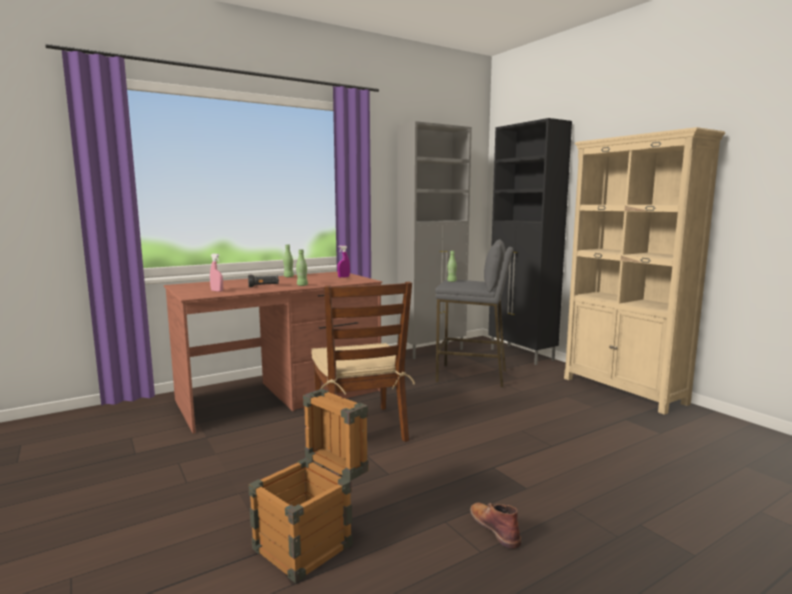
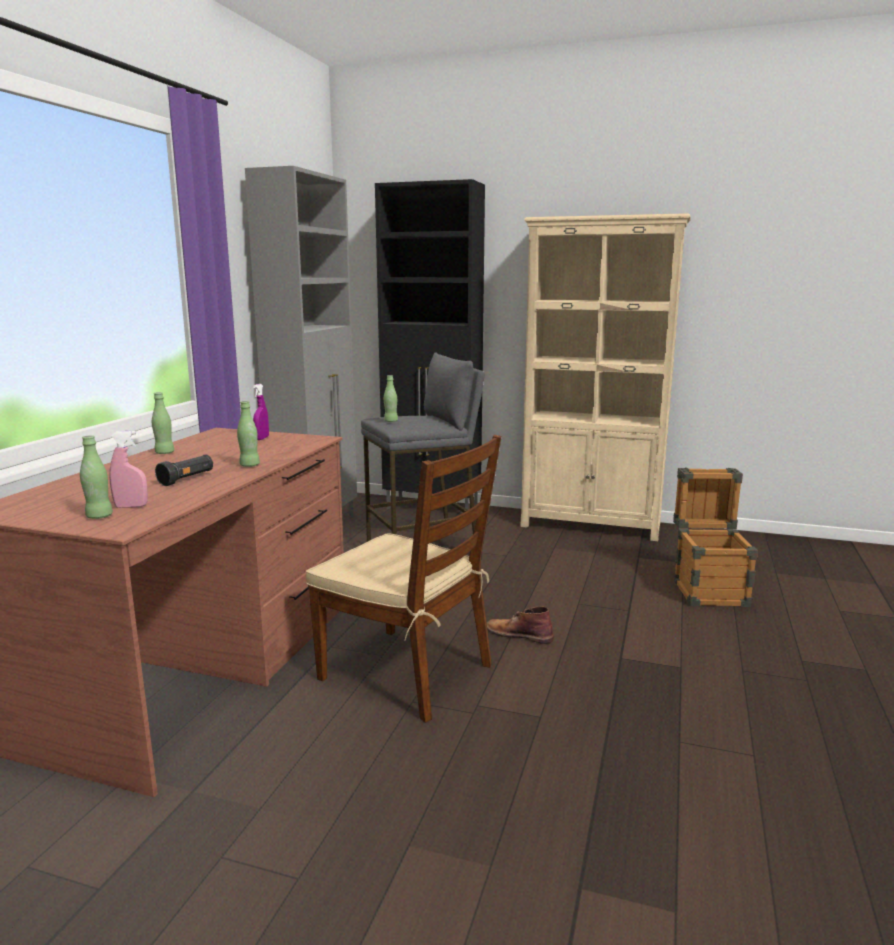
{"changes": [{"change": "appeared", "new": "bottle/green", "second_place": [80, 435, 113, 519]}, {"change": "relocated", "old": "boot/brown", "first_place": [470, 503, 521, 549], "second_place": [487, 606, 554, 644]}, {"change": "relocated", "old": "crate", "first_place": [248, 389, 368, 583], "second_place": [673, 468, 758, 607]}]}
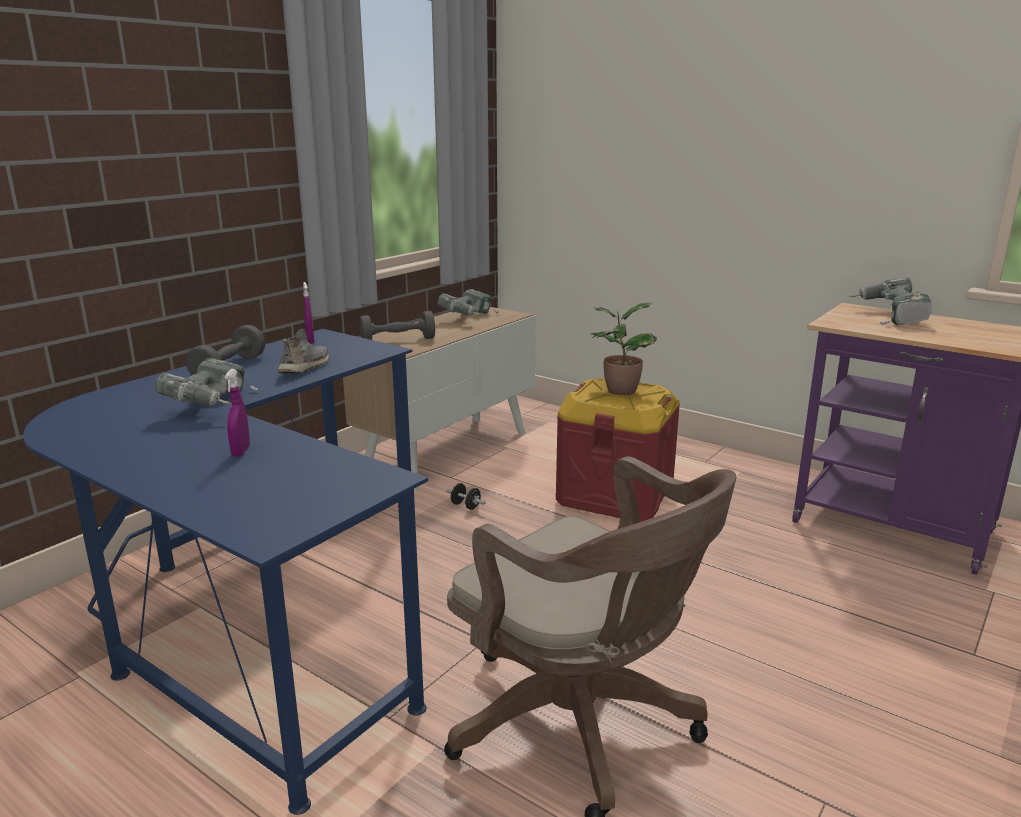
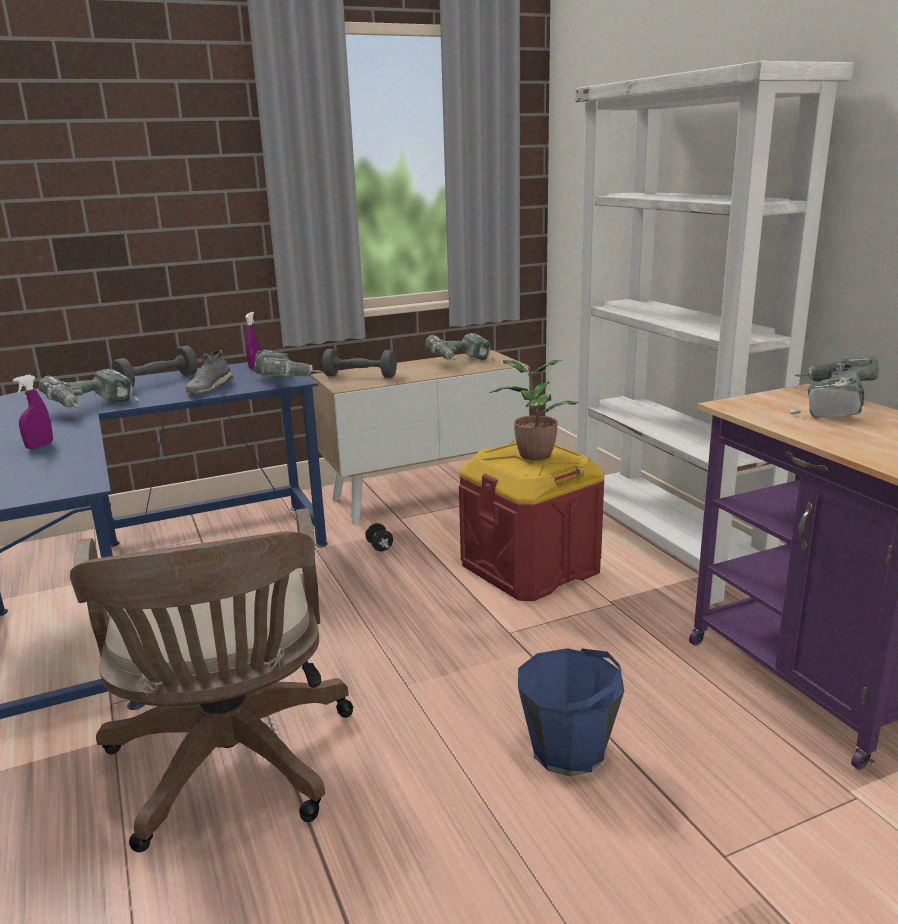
{"changes": [{"change": "spun", "old": "shoe/grey", "first_place": [277, 329, 330, 374], "second_place": [185, 350, 233, 393], "degrees": 150}, {"change": "appeared", "new": "power drill", "second_place": [254, 349, 323, 378]}, {"change": "appeared", "new": "bucket/blue", "second_place": [518, 648, 624, 776]}, {"change": "appeared", "new": "bookcase/white", "second_place": [576, 61, 854, 605]}]}
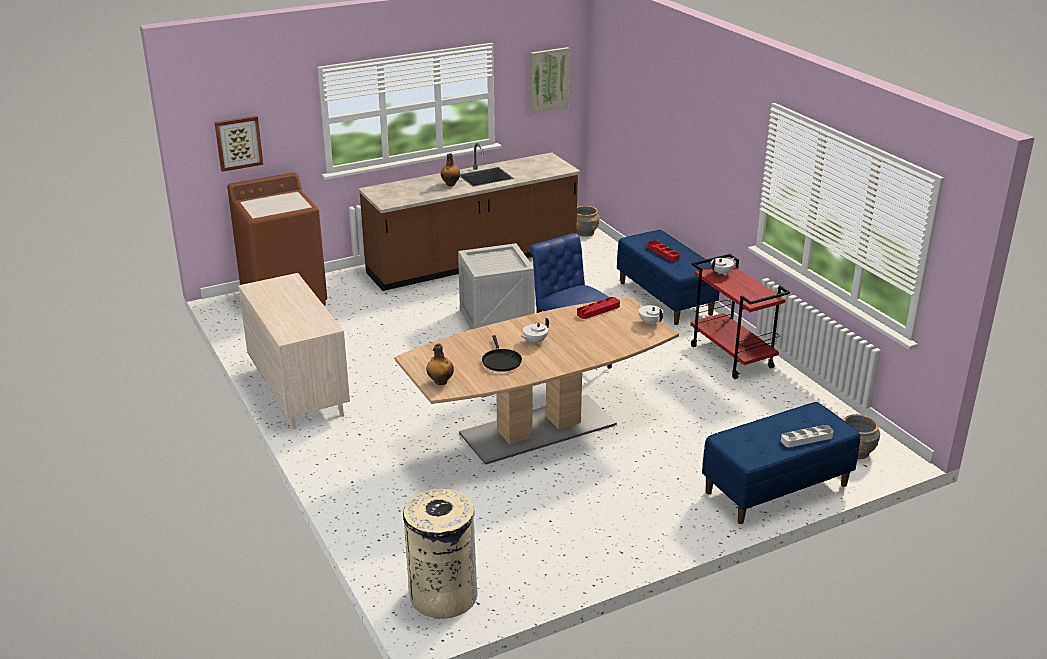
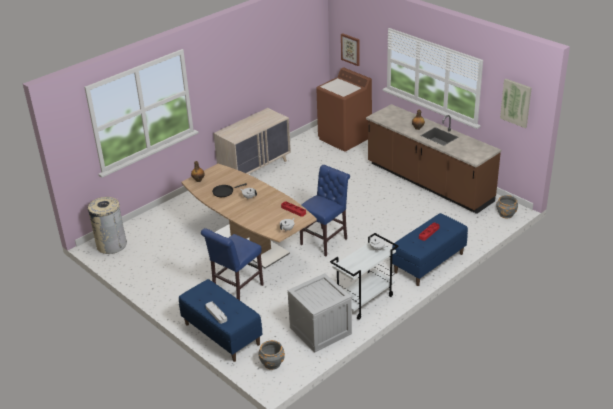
{"changes": [{"change": "appeared", "new": "chair/blue", "second_place": [201, 228, 264, 300]}, {"change": "relocated", "old": "crate", "first_place": [458, 243, 535, 329], "second_place": [288, 273, 352, 352]}, {"change": "colour", "old": "cart/red", "new": "cart/white", "first_place": [690, 254, 790, 379], "second_place": [330, 233, 399, 320]}]}
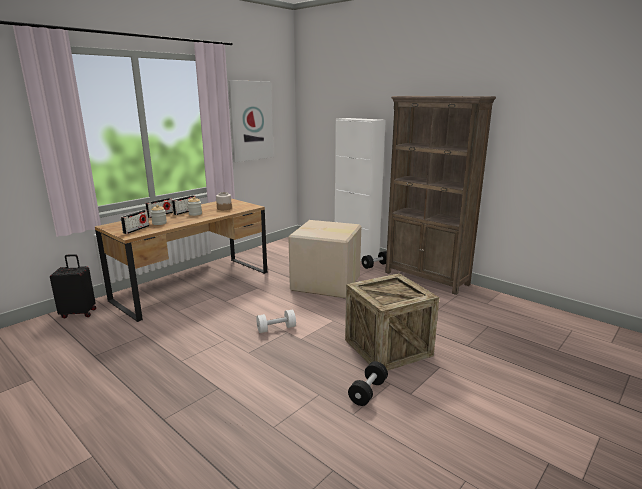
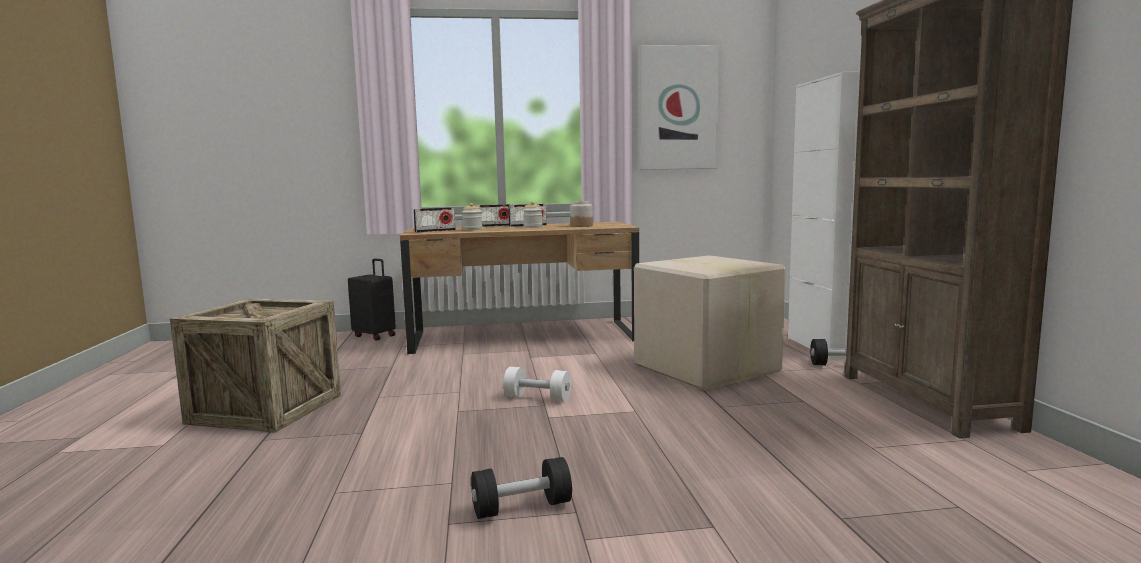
{"changes": [{"change": "relocated", "old": "crate", "first_place": [345, 273, 439, 371], "second_place": [170, 298, 341, 433]}]}
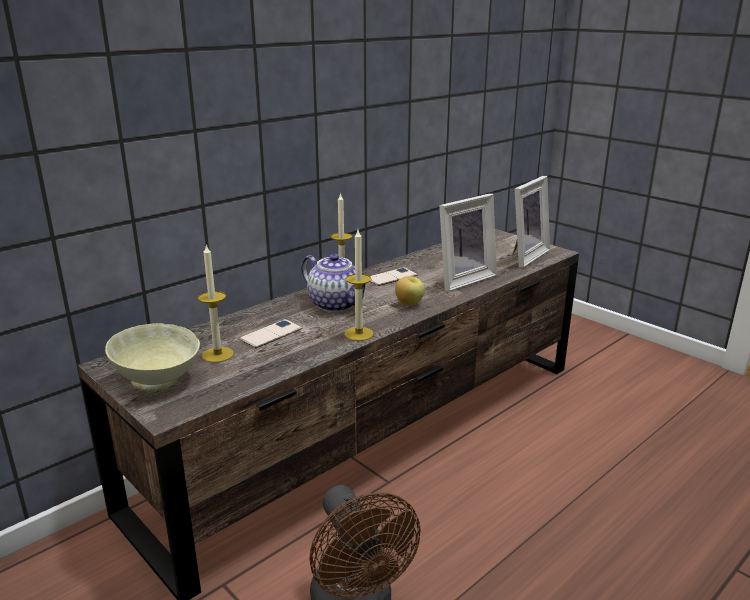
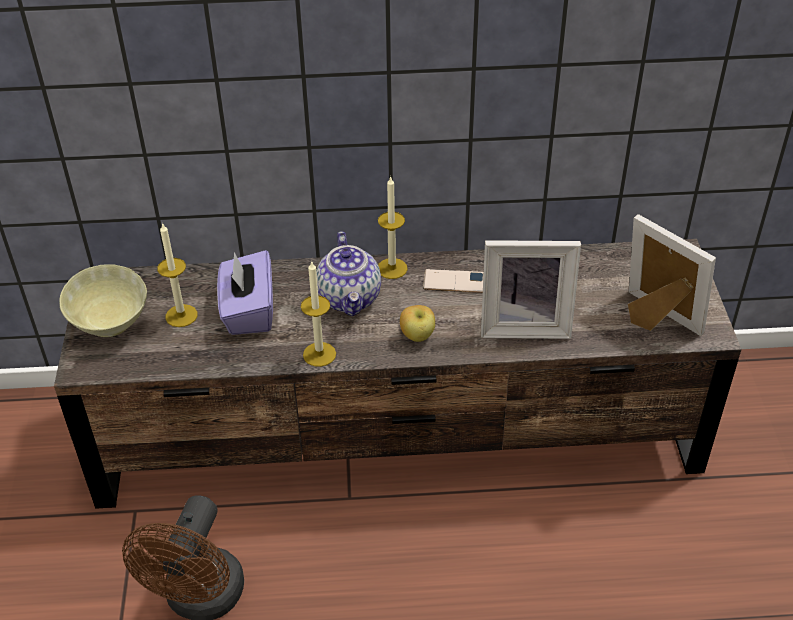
{"changes": [{"change": "exchanged", "old": "phone", "new": "tissue box/purple", "first_place": [239, 319, 302, 348], "second_place": [217, 250, 273, 335]}, {"change": "spun", "old": "picture frame", "first_place": [512, 176, 550, 268], "second_place": [628, 214, 716, 336], "degrees": -120}]}
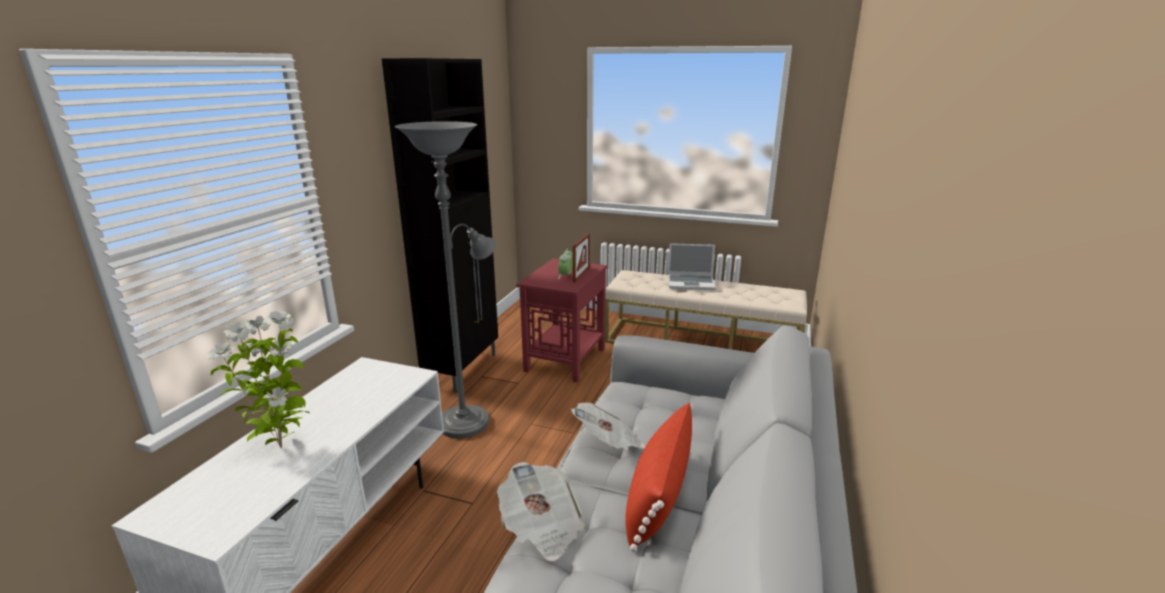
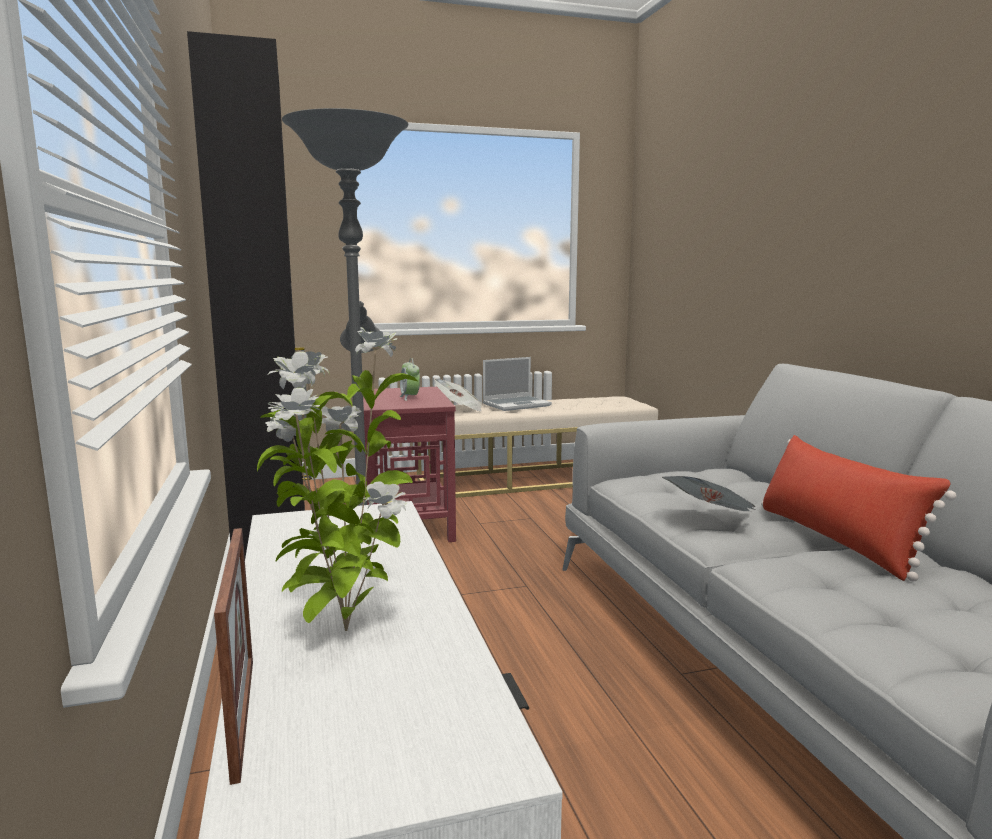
{"changes": [{"change": "relocated", "old": "picture frame", "first_place": [573, 233, 590, 283], "second_place": [214, 528, 253, 785]}, {"change": "relocated", "old": "newspaper", "first_place": [497, 462, 585, 561], "second_place": [434, 378, 482, 411]}]}
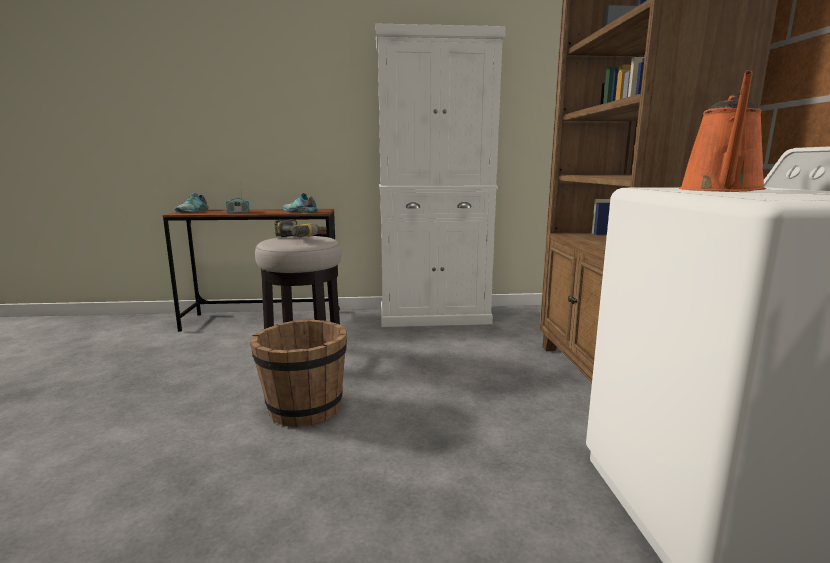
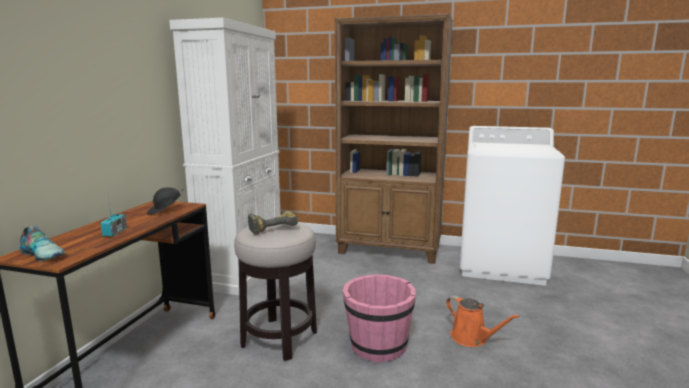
{"changes": [{"change": "exchanged", "old": "shoe", "new": "cap/black", "first_place": [283, 193, 318, 213], "second_place": [147, 187, 183, 215]}, {"change": "colour", "old": "bucket/brown", "new": "bucket/pink", "first_place": [250, 320, 347, 427], "second_place": [343, 274, 416, 362]}, {"change": "relocated", "old": "watering can/orange", "first_place": [679, 70, 766, 192], "second_place": [446, 295, 520, 347]}]}
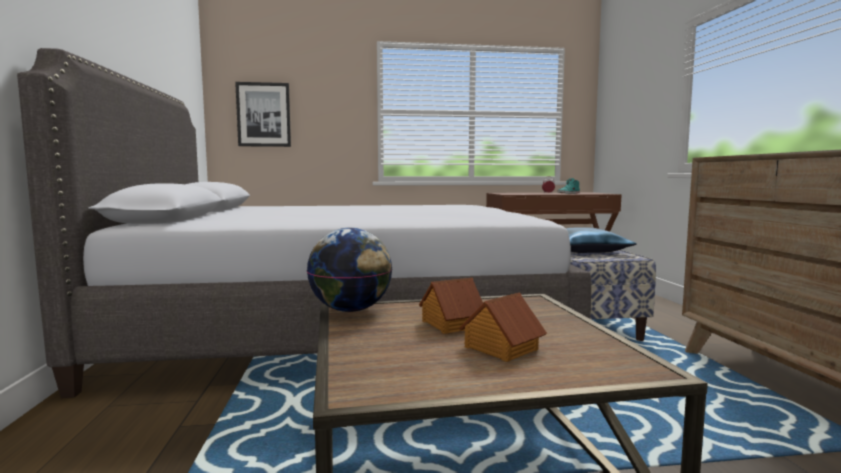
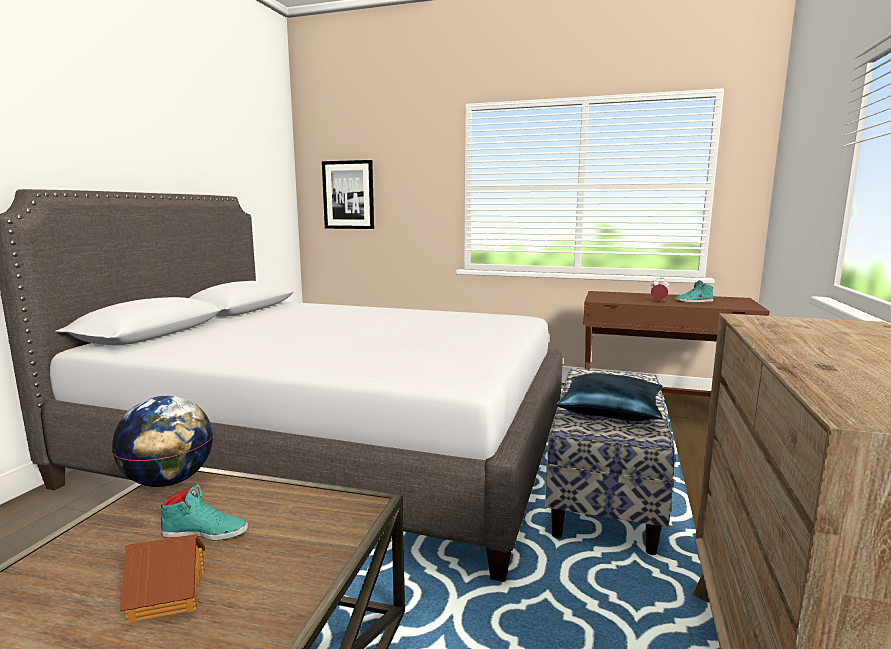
{"changes": [{"change": "exchanged", "old": "toy house", "new": "shoe/turquoise", "first_place": [419, 278, 483, 334], "second_place": [160, 484, 248, 541]}]}
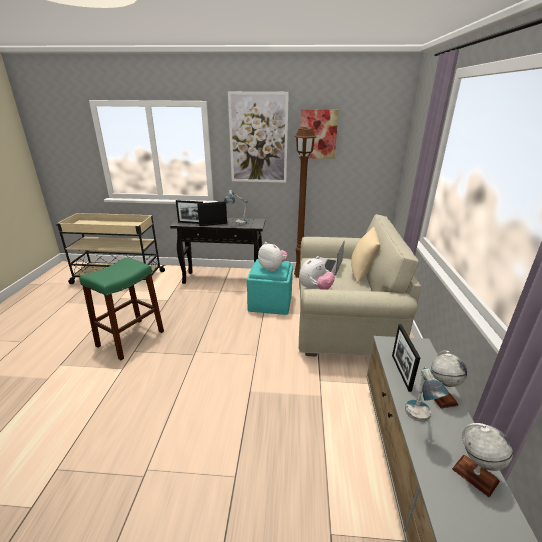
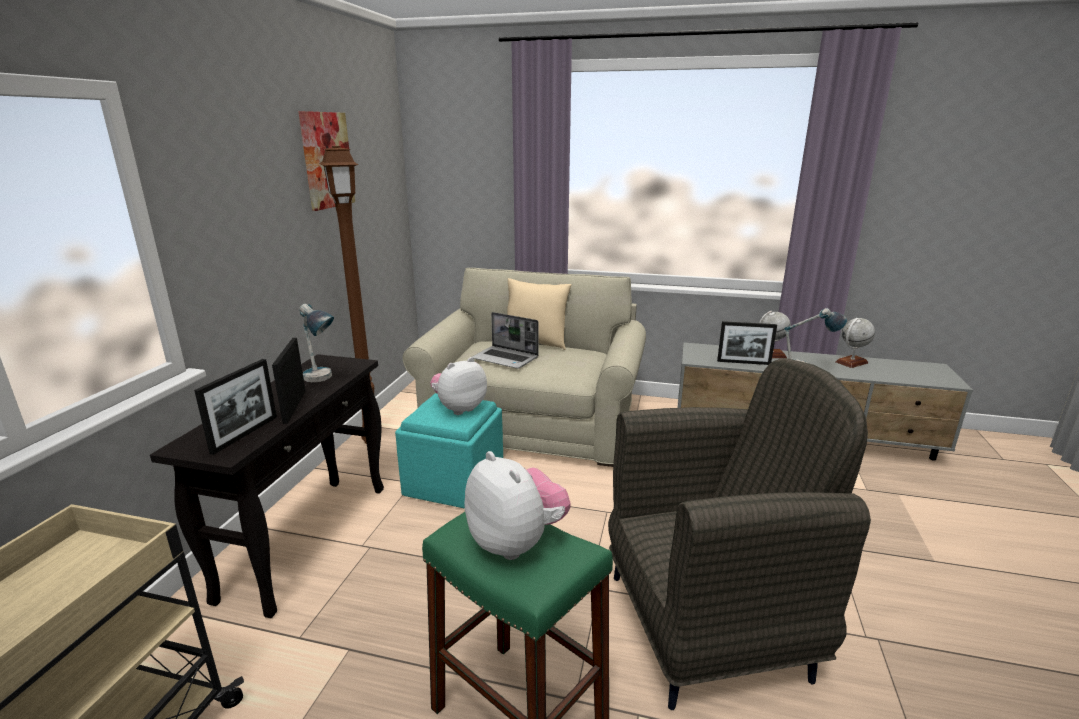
{"changes": [{"change": "relocated", "old": "plush toy", "first_place": [299, 256, 335, 289], "second_place": [464, 451, 571, 560]}, {"change": "appeared", "new": "armchair/grey", "second_place": [608, 358, 871, 710]}, {"change": "missing", "old": "picture", "first_place": [228, 91, 289, 183]}]}
